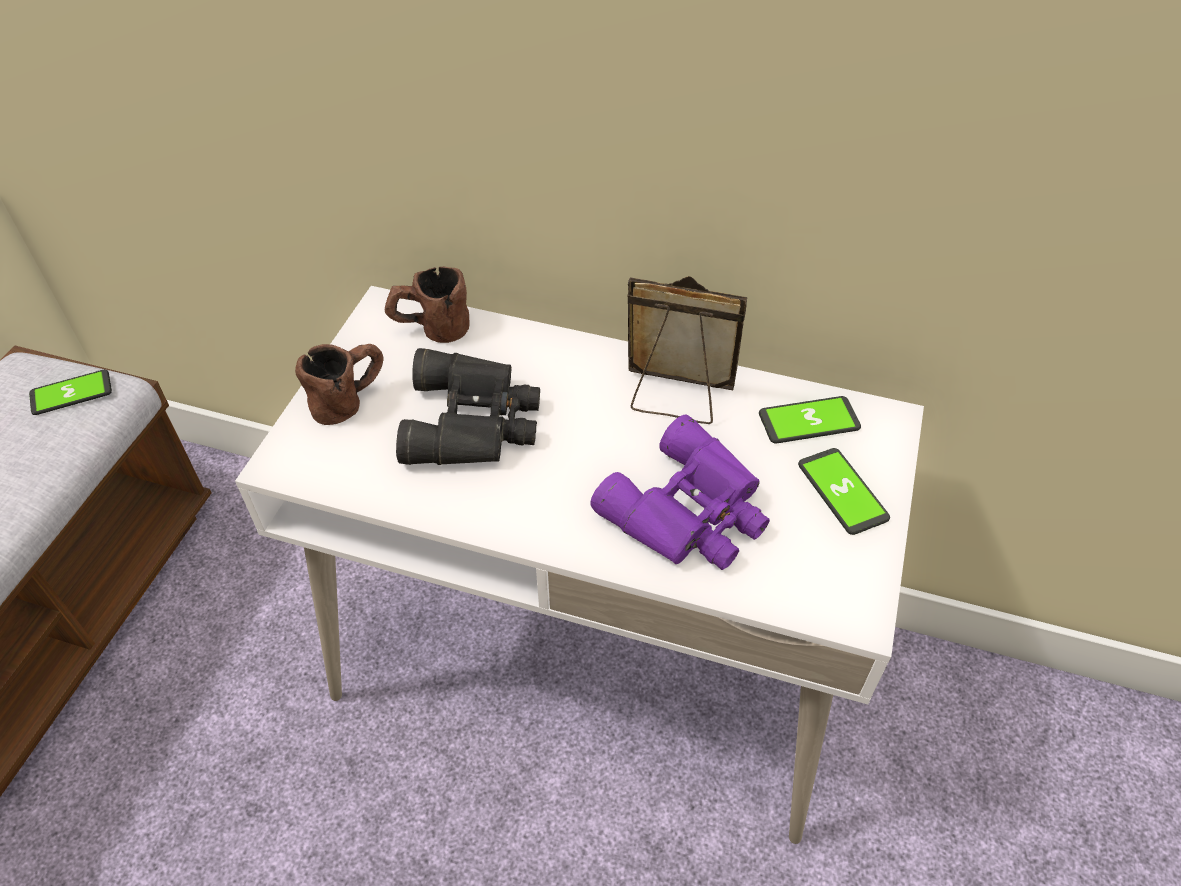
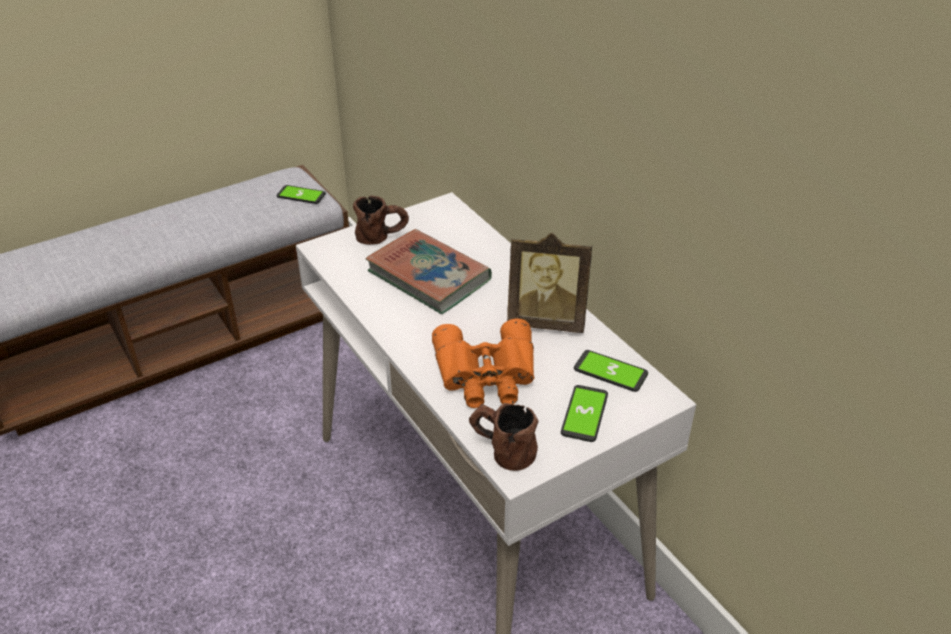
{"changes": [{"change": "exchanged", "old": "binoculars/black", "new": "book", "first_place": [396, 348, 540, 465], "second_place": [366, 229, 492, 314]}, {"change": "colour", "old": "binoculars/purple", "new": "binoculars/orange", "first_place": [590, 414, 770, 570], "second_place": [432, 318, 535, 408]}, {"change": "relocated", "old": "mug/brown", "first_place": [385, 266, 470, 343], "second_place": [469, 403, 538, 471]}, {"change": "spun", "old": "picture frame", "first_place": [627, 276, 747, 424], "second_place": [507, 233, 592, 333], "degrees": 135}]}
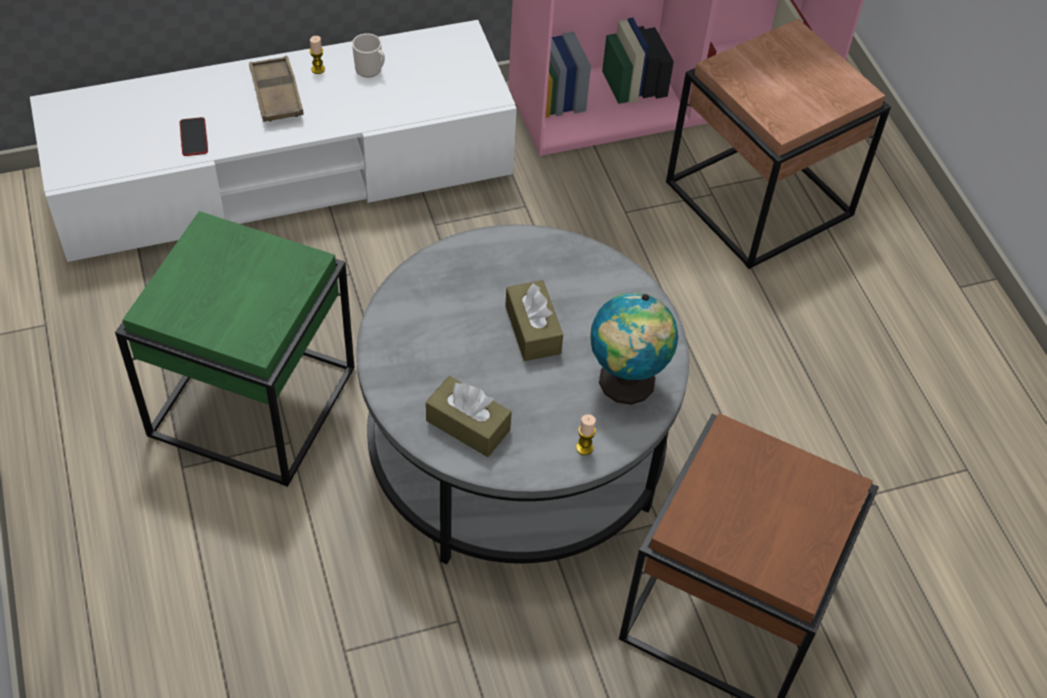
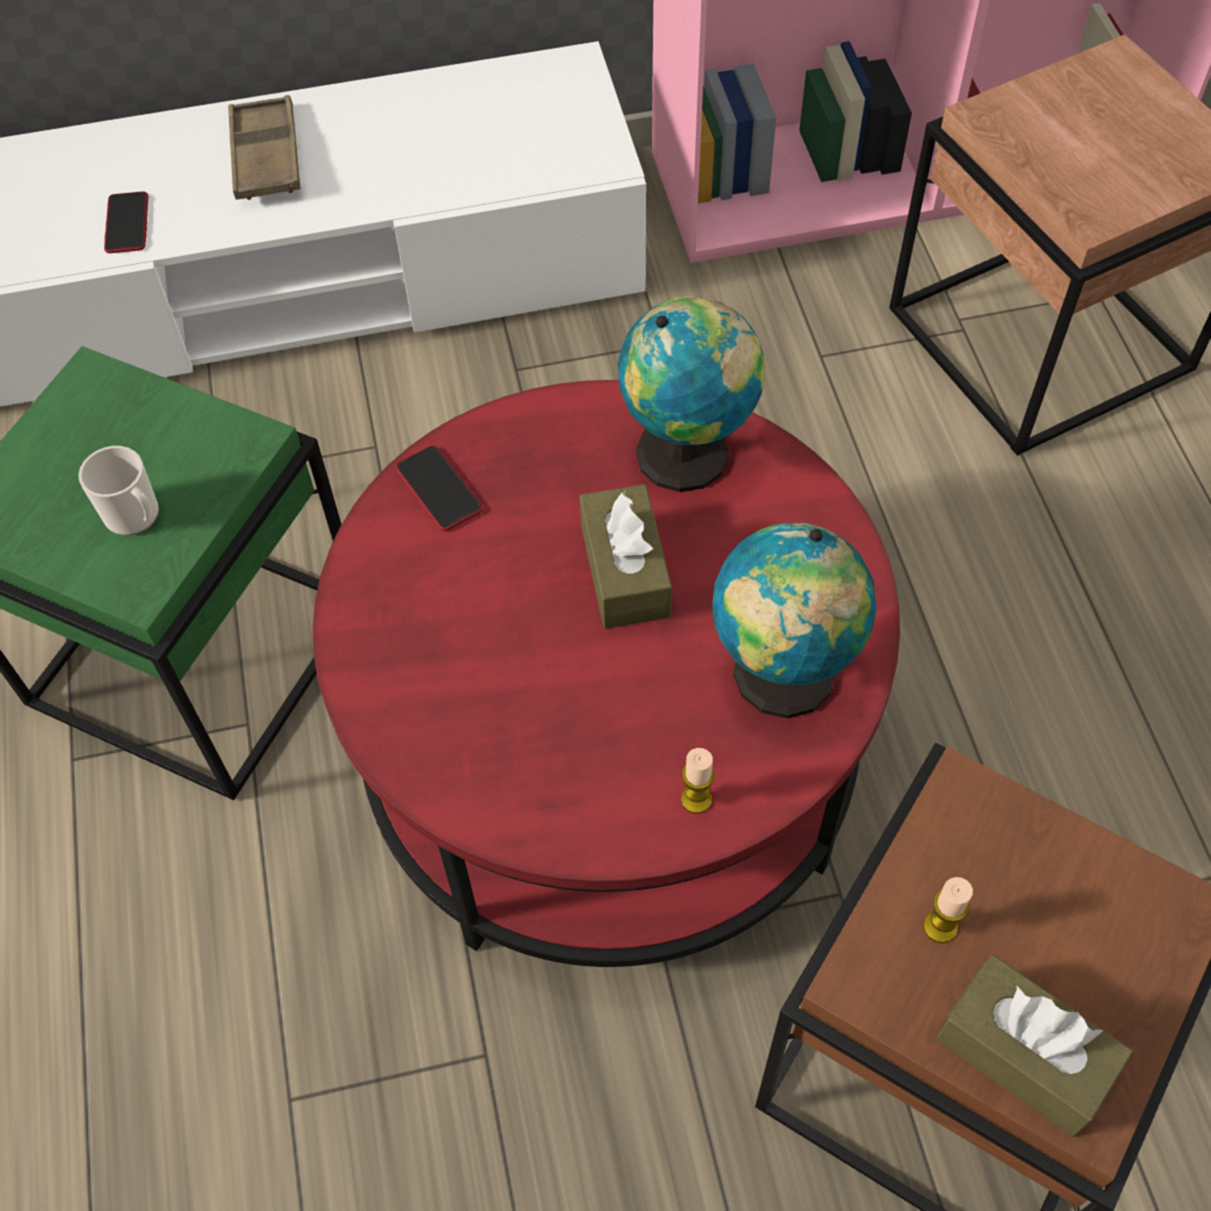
{"changes": [{"change": "relocated", "old": "mug", "first_place": [352, 33, 385, 77], "second_place": [78, 446, 159, 536]}, {"change": "colour", "old": "coffee table/grey", "new": "coffee table/red", "first_place": [356, 224, 689, 564], "second_place": [313, 380, 900, 967]}, {"change": "appeared", "new": "phone", "second_place": [395, 445, 483, 531]}, {"change": "appeared", "new": "globe", "second_place": [618, 296, 765, 492]}, {"change": "relocated", "old": "candle", "first_place": [309, 36, 325, 74], "second_place": [923, 877, 973, 943]}, {"change": "relocated", "old": "tissue box/brown", "first_place": [426, 376, 512, 457], "second_place": [937, 955, 1133, 1137]}]}
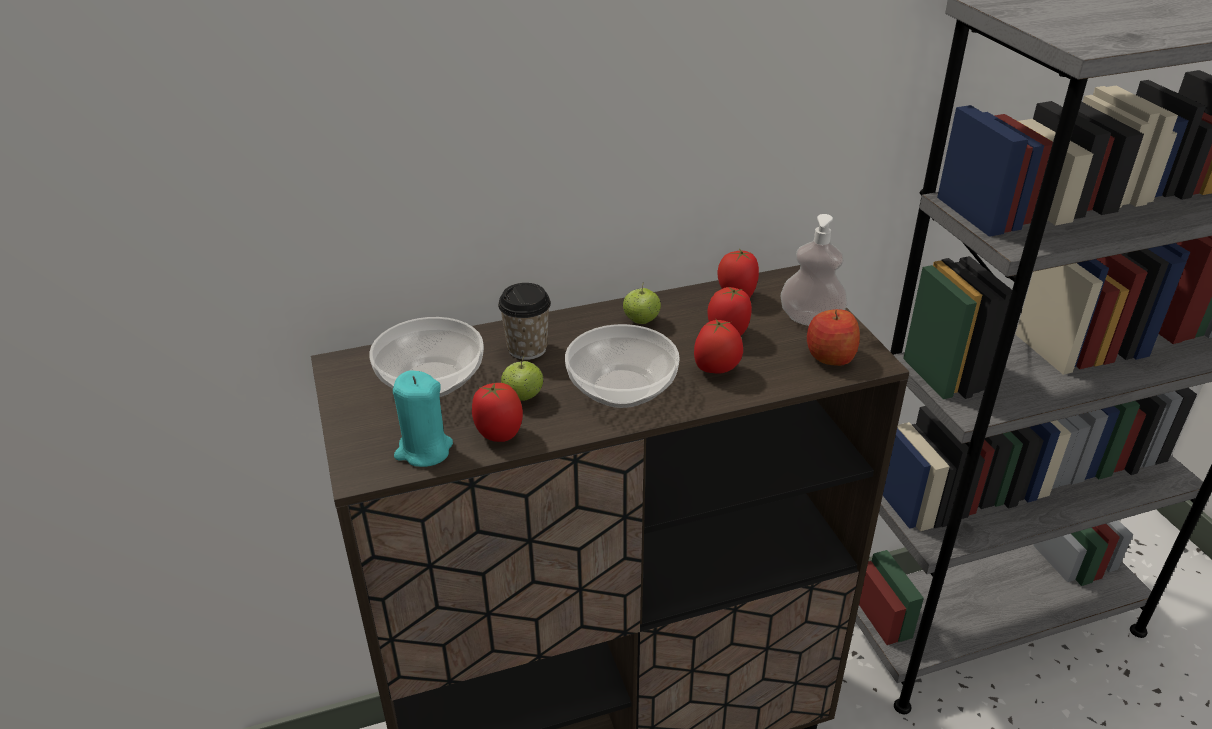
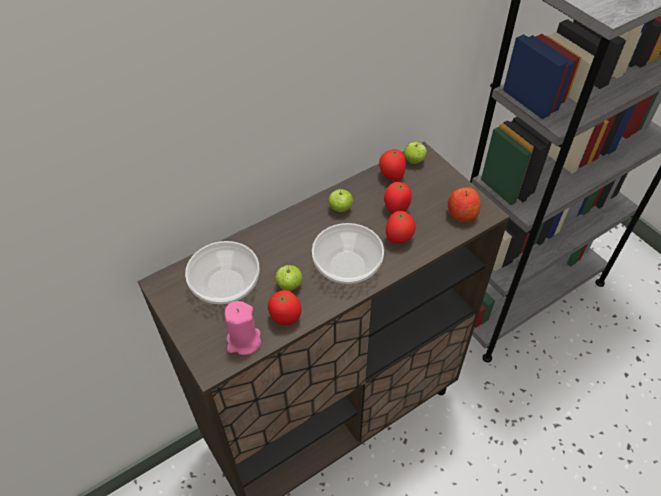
{"changes": [{"change": "colour", "old": "candle/turquoise", "new": "candle/pink", "first_place": [393, 370, 453, 467], "second_place": [225, 301, 261, 355]}, {"change": "appeared", "new": "apple", "second_place": [404, 142, 427, 164]}, {"change": "missing", "old": "cup", "first_place": [498, 283, 551, 360]}, {"change": "missing", "old": "soap dispenser", "first_place": [781, 214, 847, 326]}]}
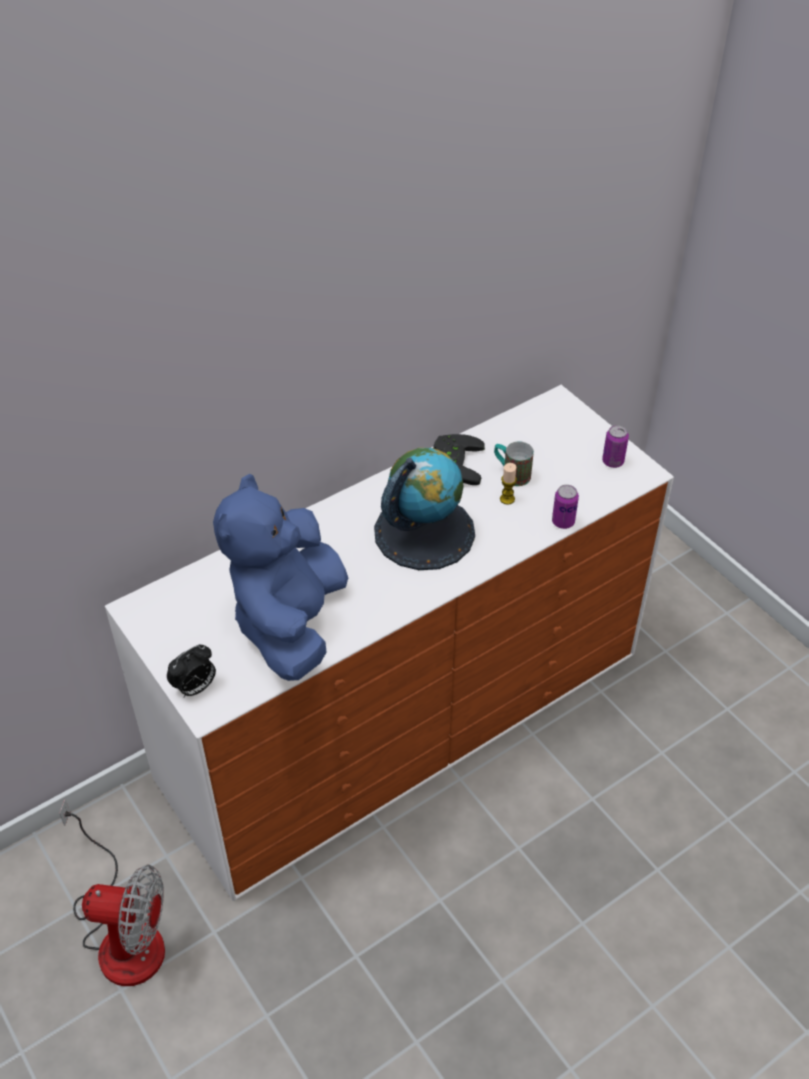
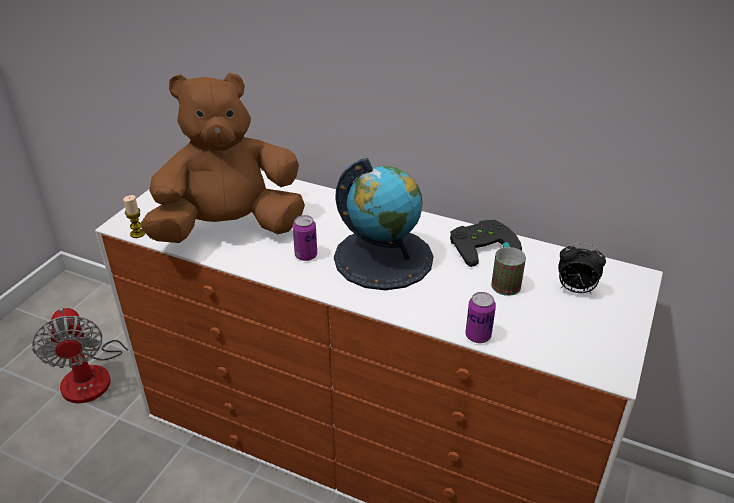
{"changes": [{"change": "relocated", "old": "candle", "first_place": [500, 463, 517, 505], "second_place": [123, 195, 145, 238]}, {"change": "colour", "old": "plush toy/blue", "new": "plush toy/brown", "first_place": [213, 474, 348, 681], "second_place": [141, 73, 305, 243]}, {"change": "relocated", "old": "can", "first_place": [602, 425, 629, 468], "second_place": [293, 215, 317, 261]}, {"change": "relocated", "old": "alarm clock", "first_place": [167, 645, 216, 698], "second_place": [558, 243, 606, 294]}]}
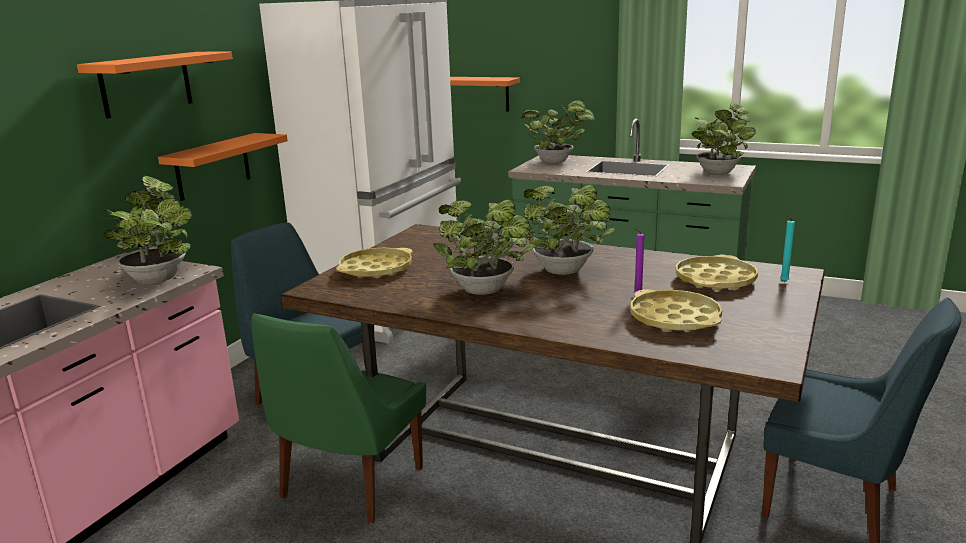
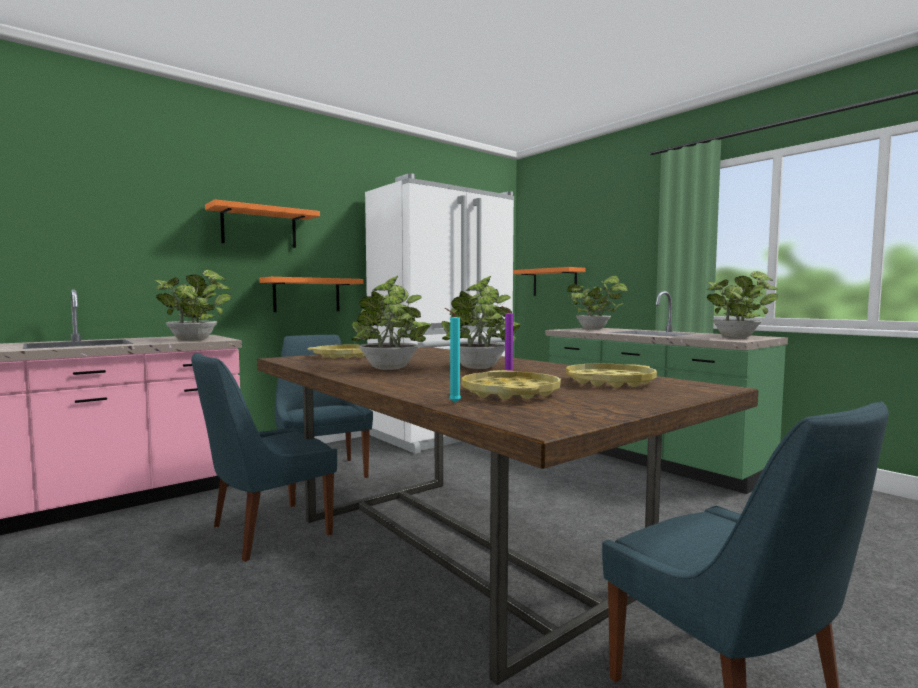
{"changes": [{"change": "colour", "old": "chair/green", "new": "chair/blue", "first_place": [251, 313, 426, 523], "second_place": [191, 353, 337, 562]}, {"change": "relocated", "old": "candle/turquoise", "first_place": [780, 216, 795, 282], "second_place": [445, 308, 461, 403]}]}
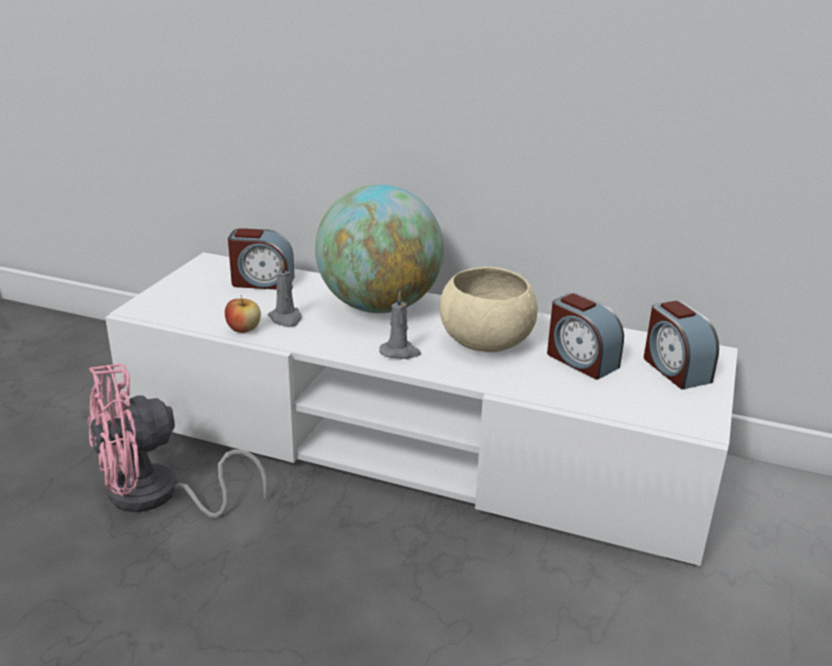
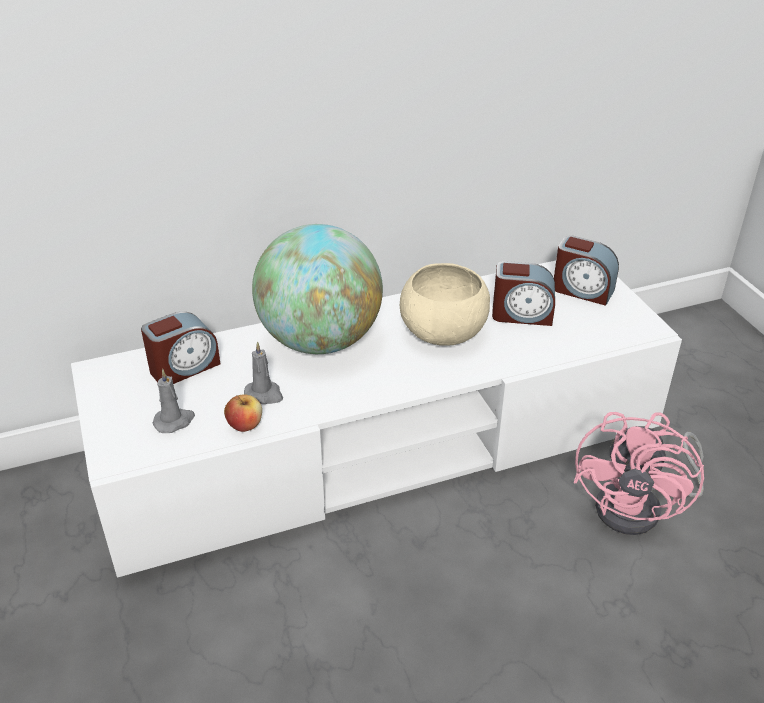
{"changes": [{"change": "relocated", "old": "candle/grey", "first_place": [379, 291, 421, 359], "second_place": [153, 369, 195, 433]}, {"change": "relocated", "old": "fan/pink", "first_place": [88, 363, 268, 518], "second_place": [574, 412, 704, 535]}]}
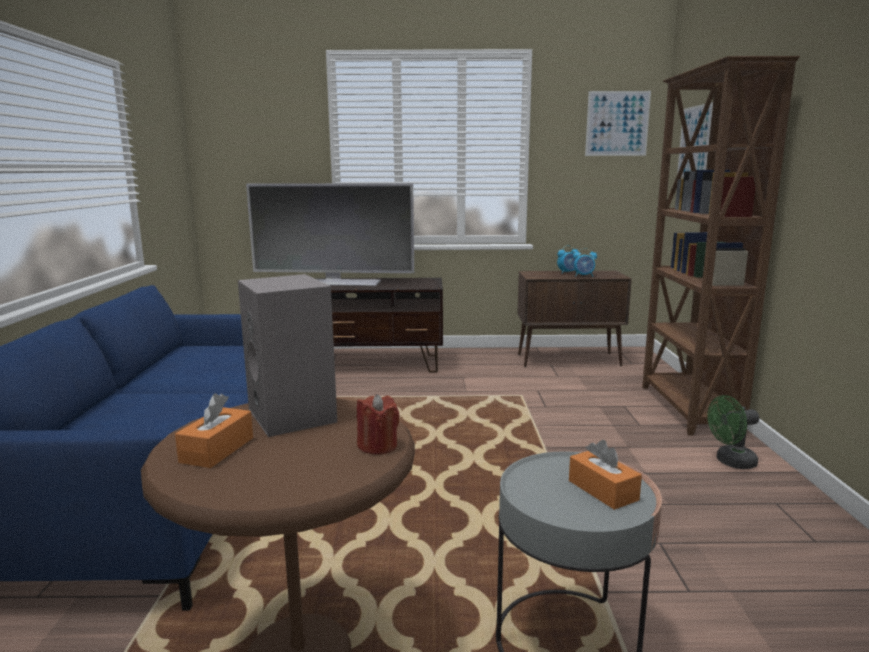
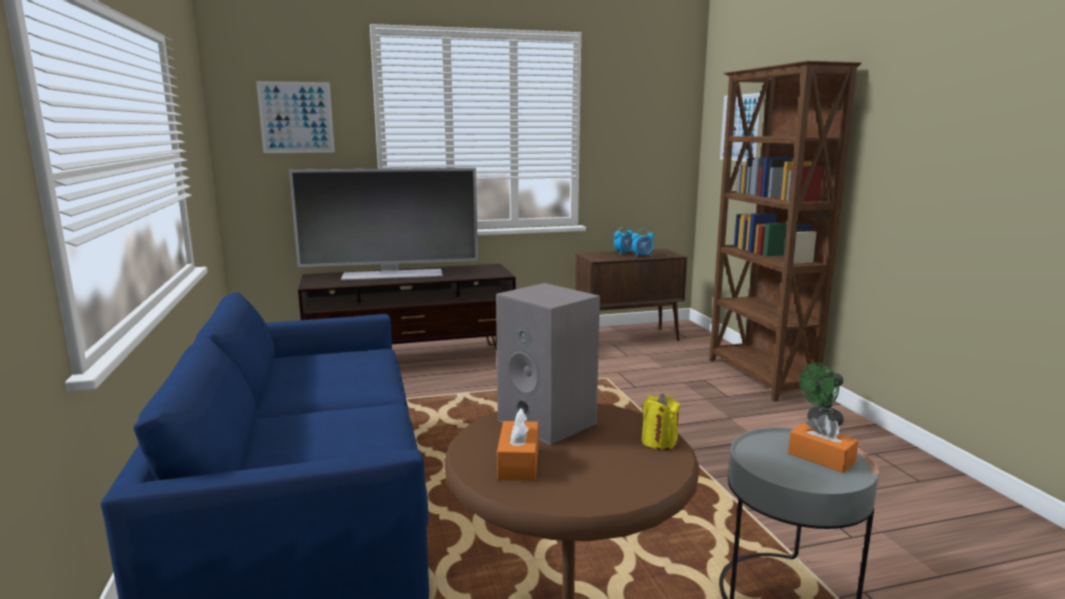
{"changes": [{"change": "relocated", "old": "picture", "first_place": [585, 91, 651, 156], "second_place": [256, 81, 335, 153]}, {"change": "colour", "old": "candle/red", "new": "candle/yellow", "first_place": [357, 394, 400, 455], "second_place": [642, 394, 680, 450]}]}
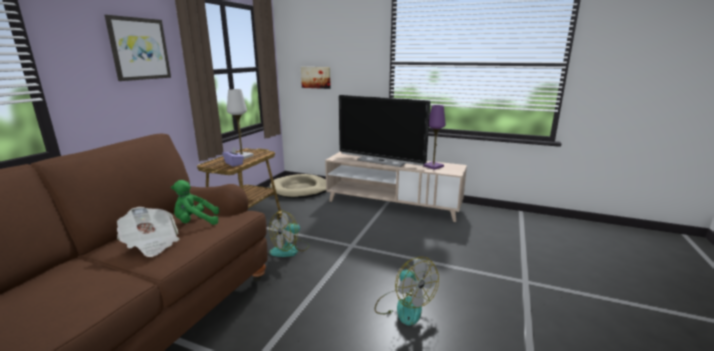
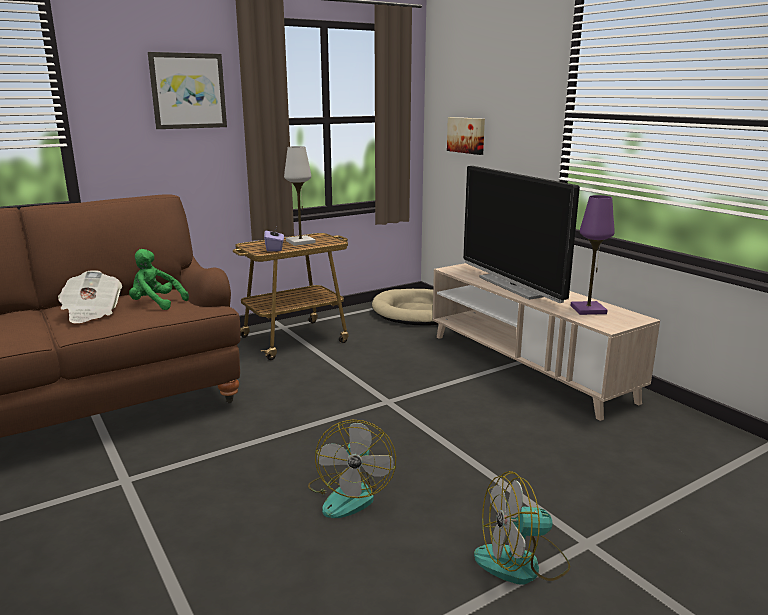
{"changes": [{"change": "relocated", "old": "fan", "first_place": [269, 210, 309, 257], "second_place": [474, 471, 570, 585]}]}
